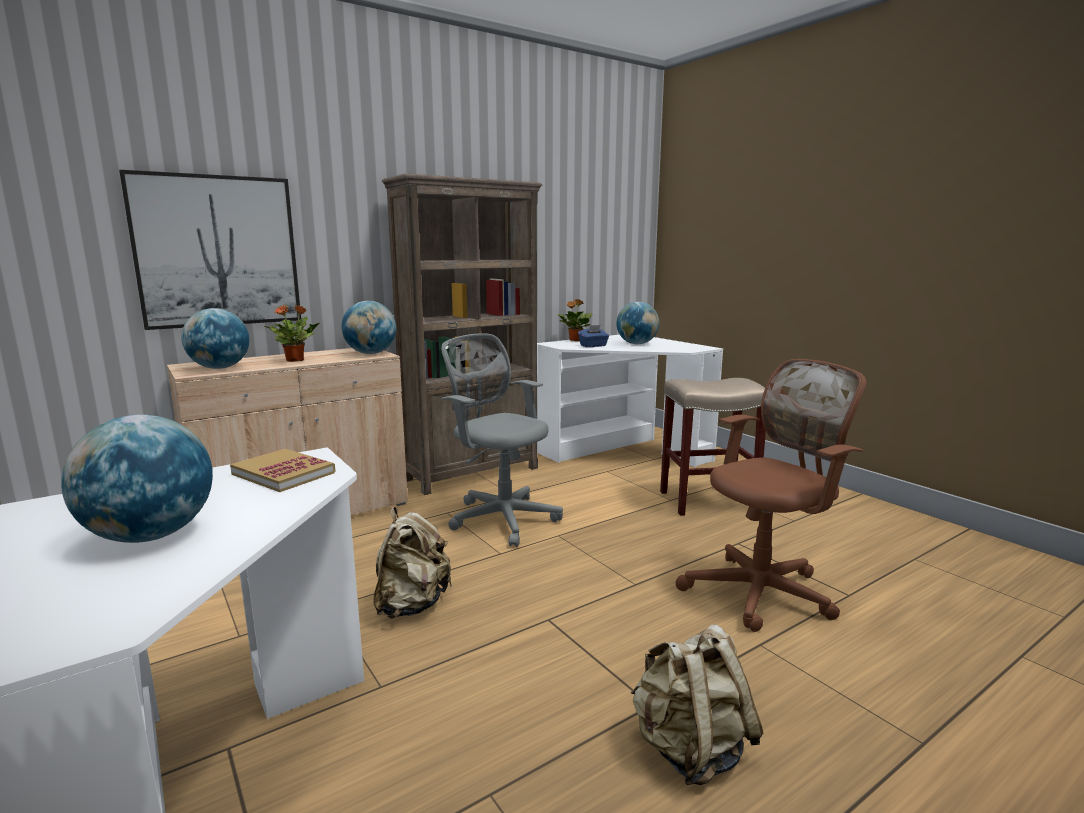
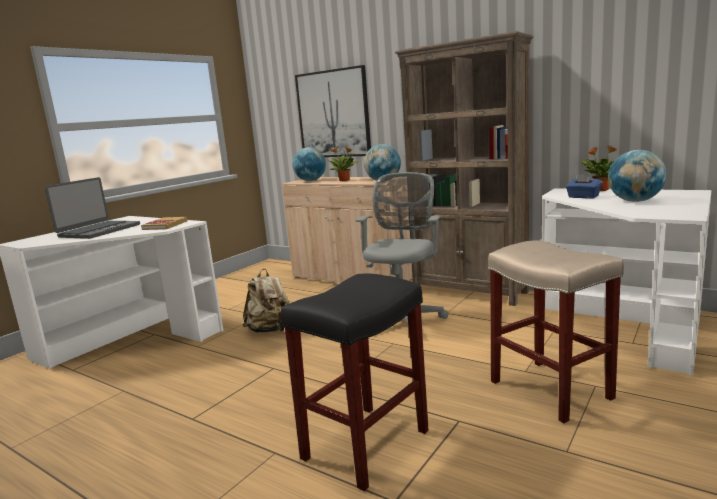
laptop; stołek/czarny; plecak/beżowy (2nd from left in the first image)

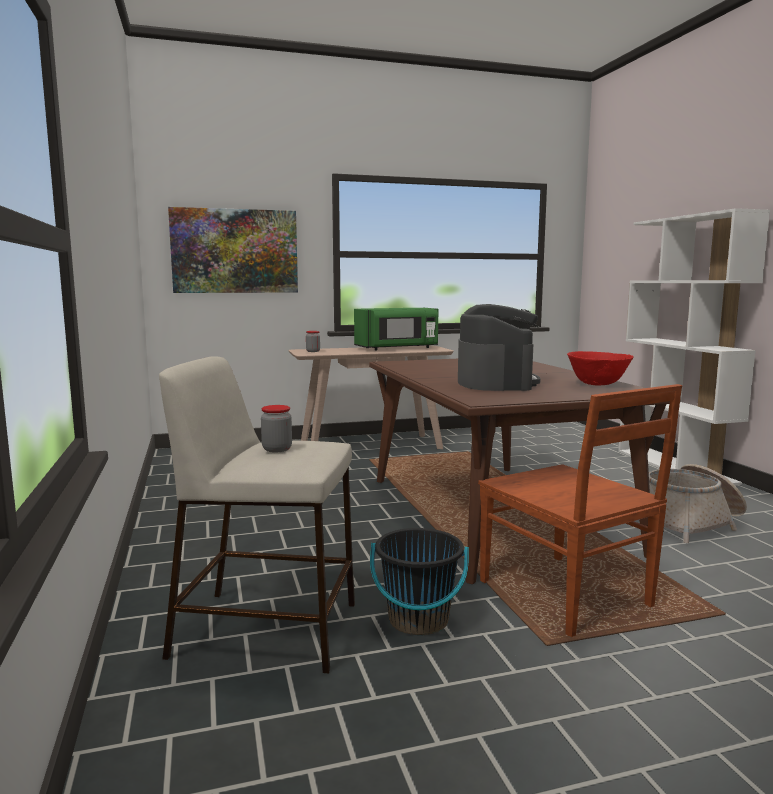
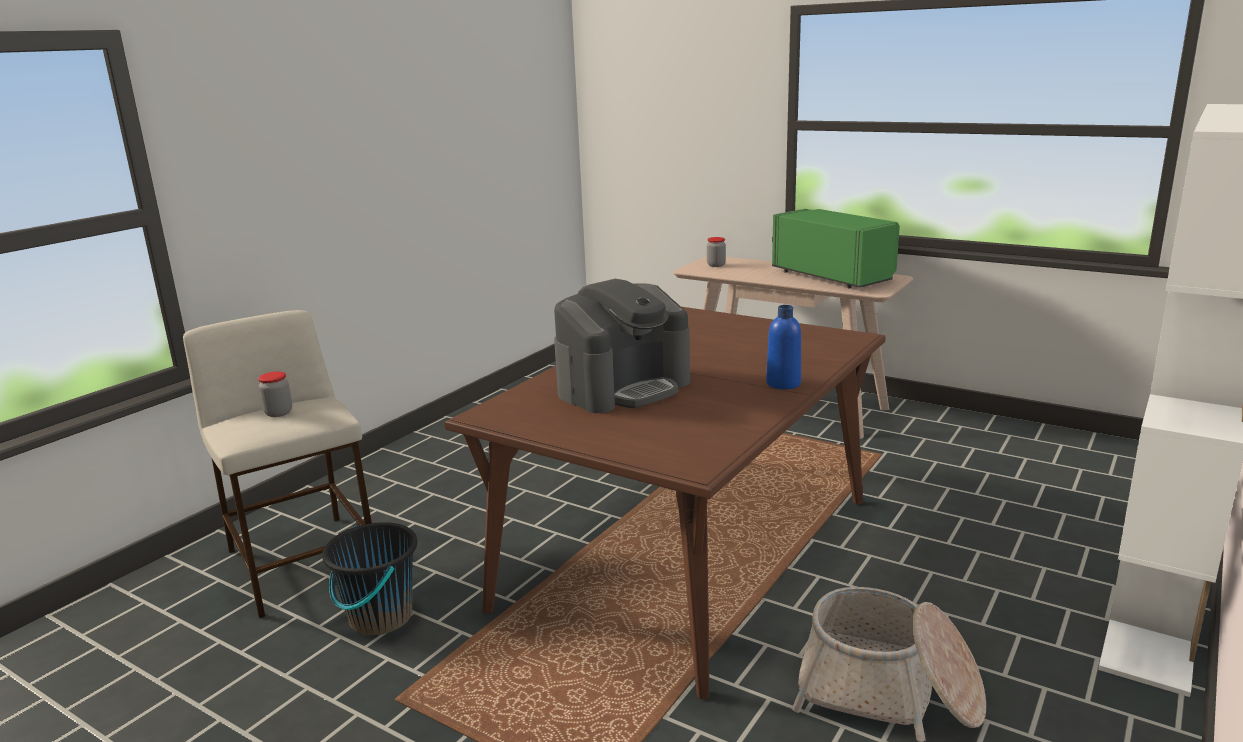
butelka/niebieski; mikrofalówka/zielony; obraz; krzesło/brązowy; miska/czerwony

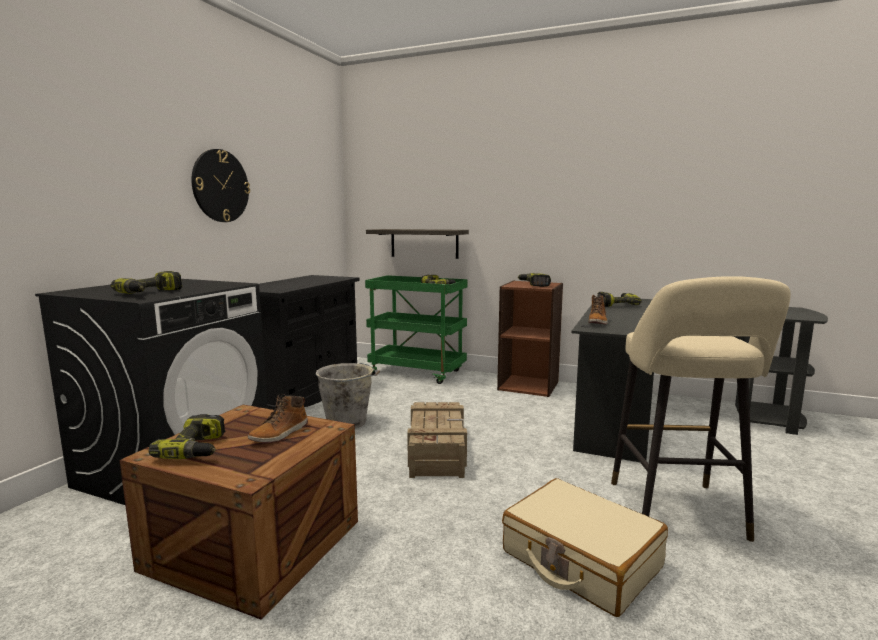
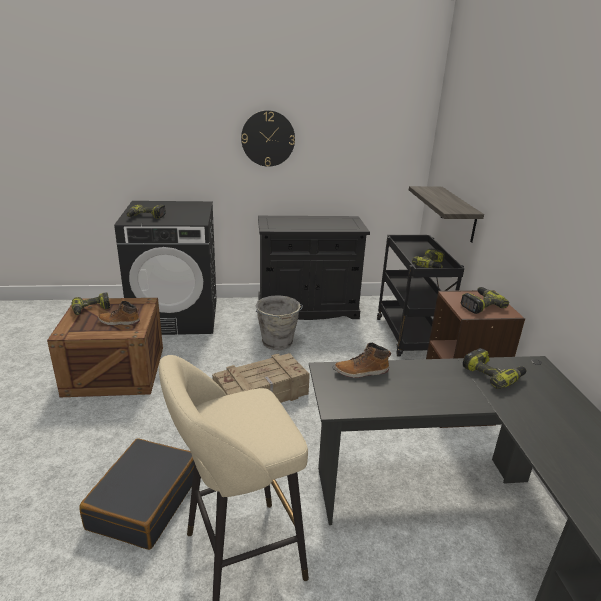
walizka/czarny; wózek/czarny

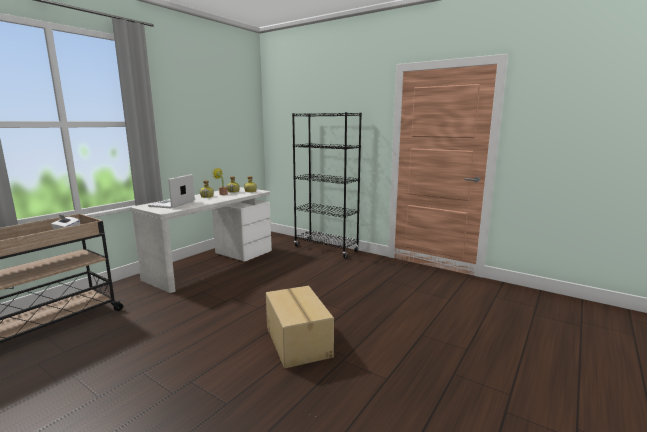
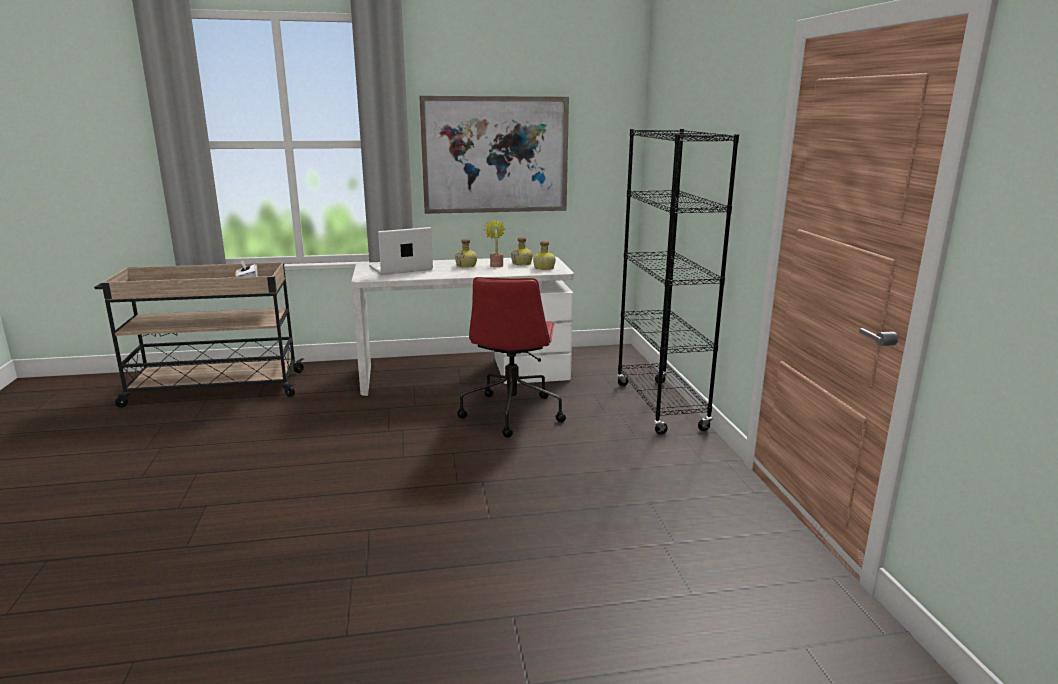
obraz; krzesło biurowe/czerwony; karton

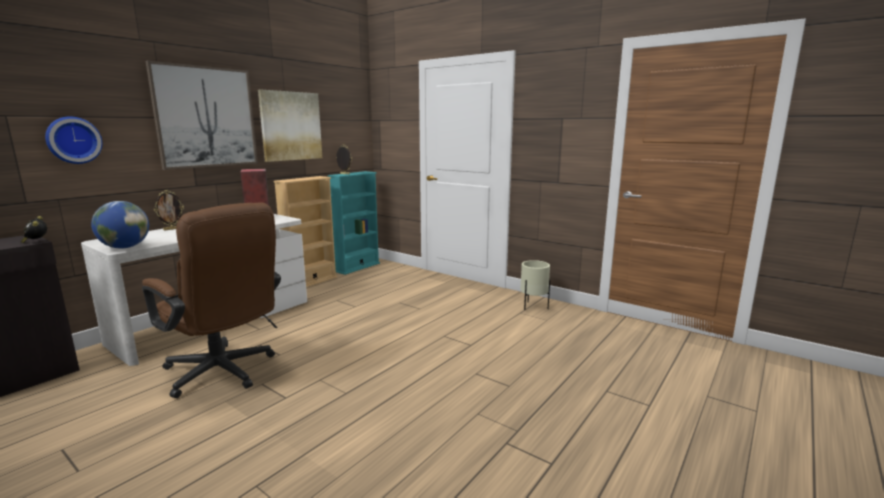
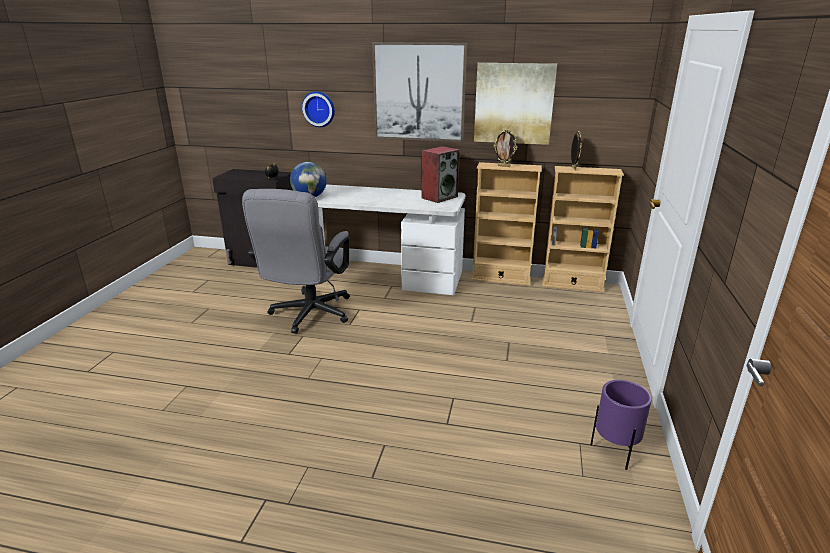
krzesło biurowe/szary; ramka na zdjęcie (1st from left); regał/beżowy (2nd from left); donica/fioletowy

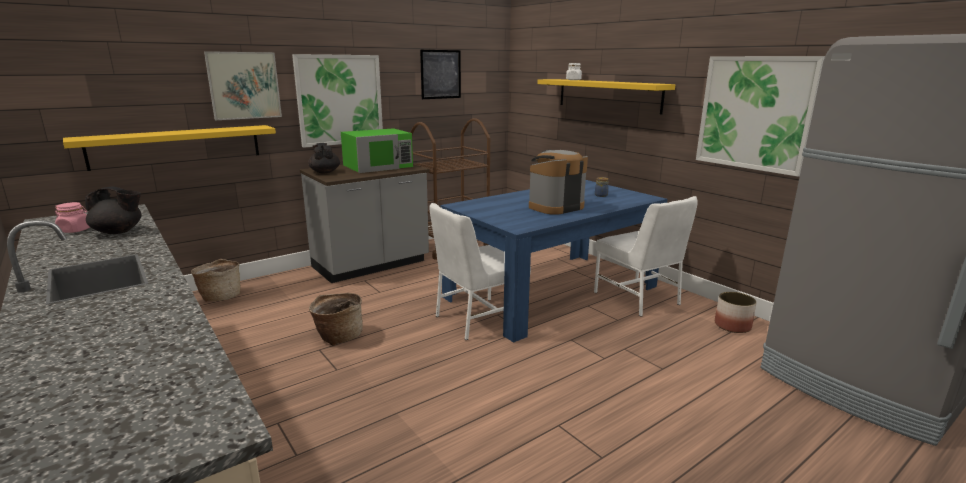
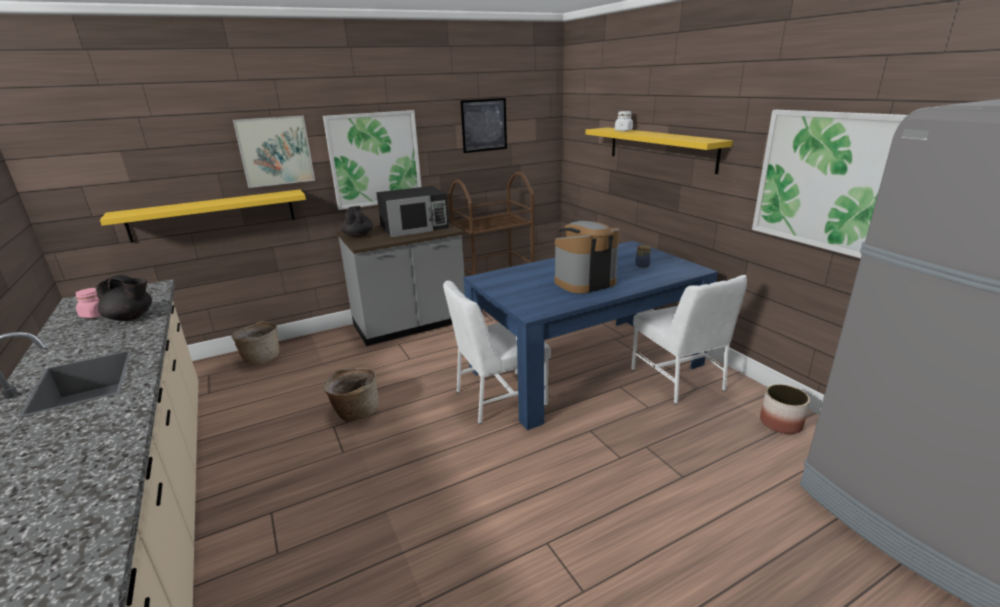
mikrofalówka/czarny

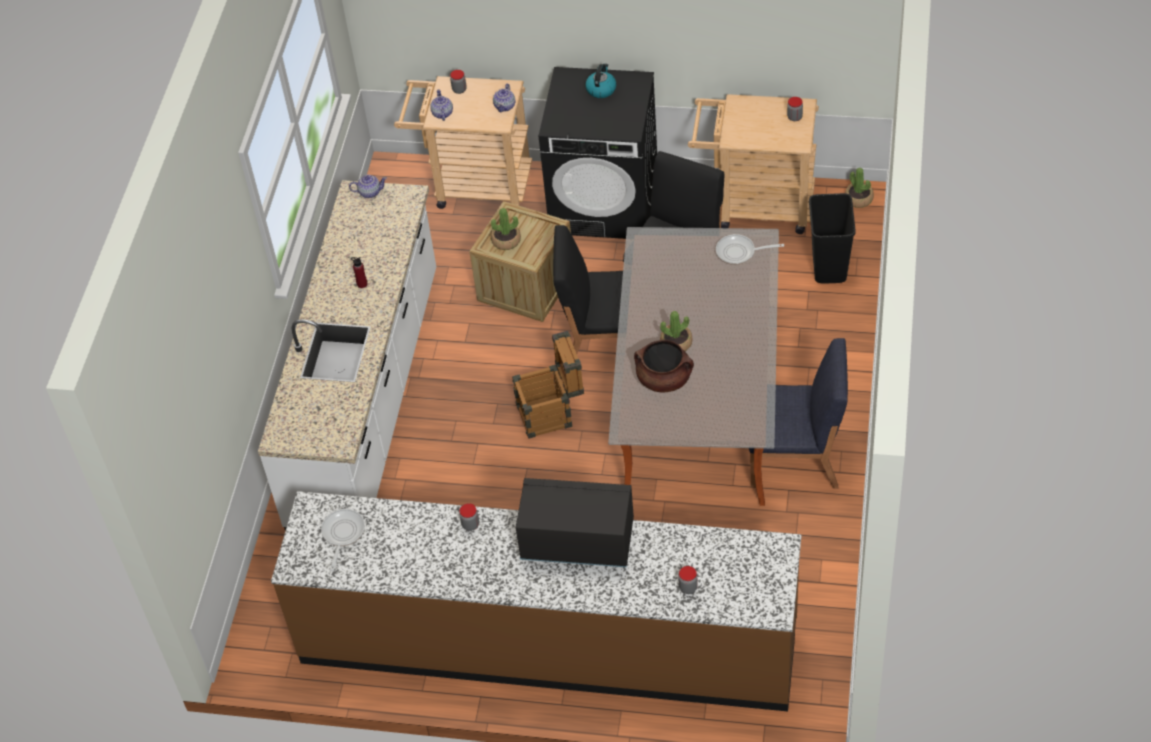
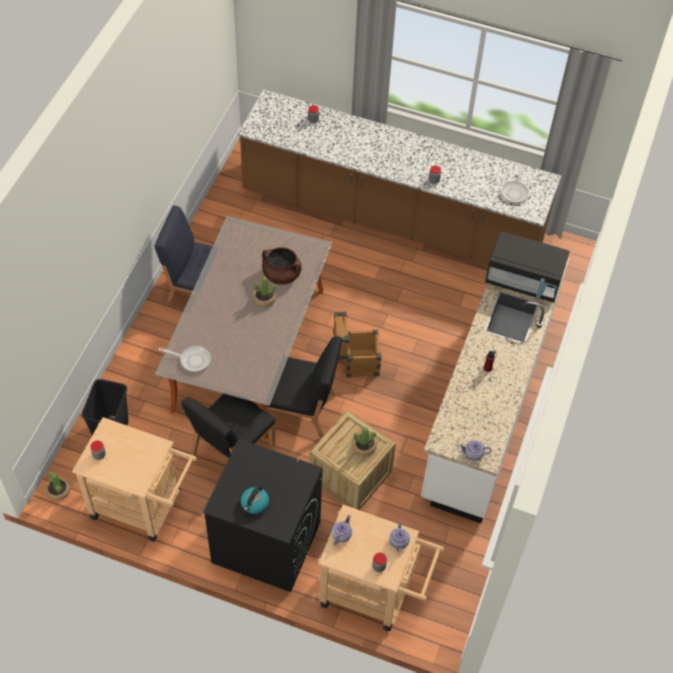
mikrofalówka/czarny

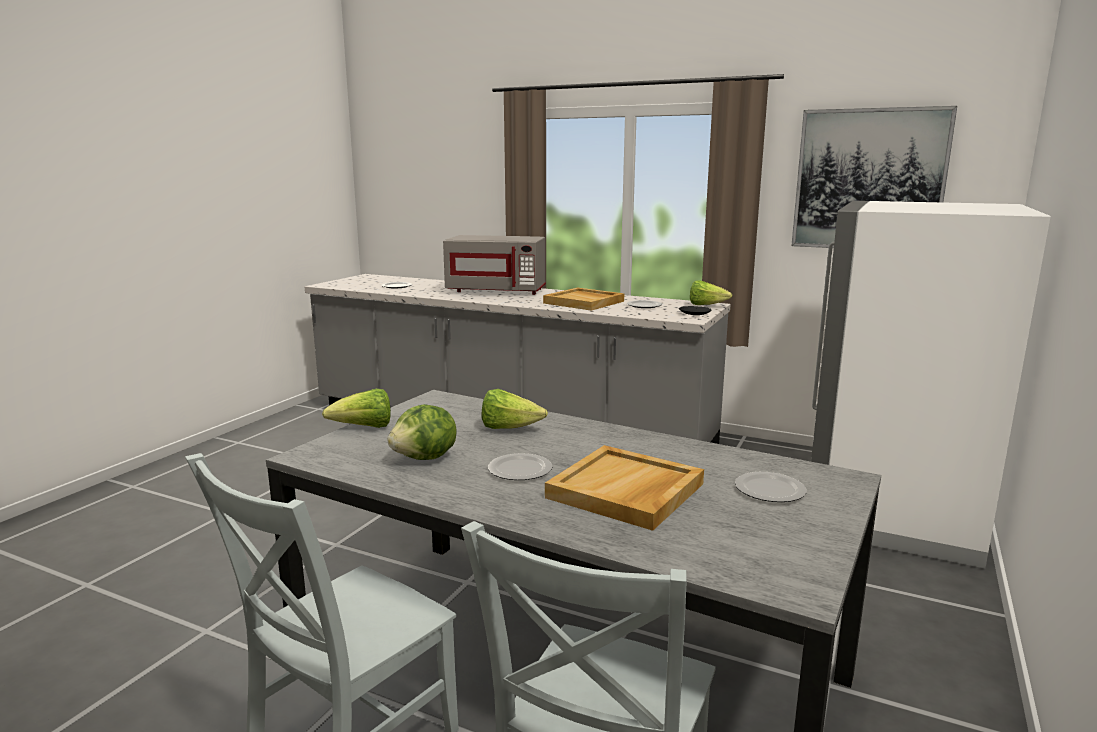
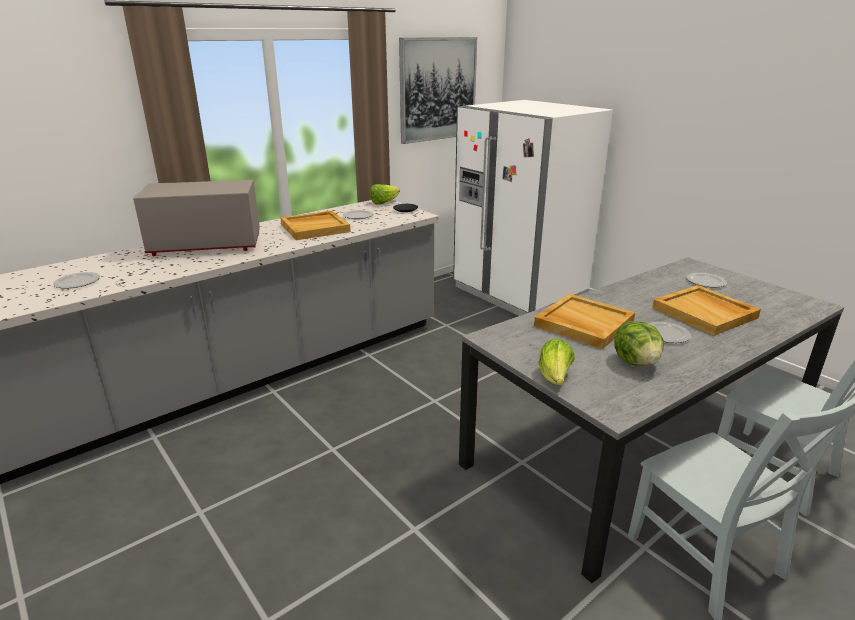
mikrofalówka/szary; taca/beżowy (2nd from left)

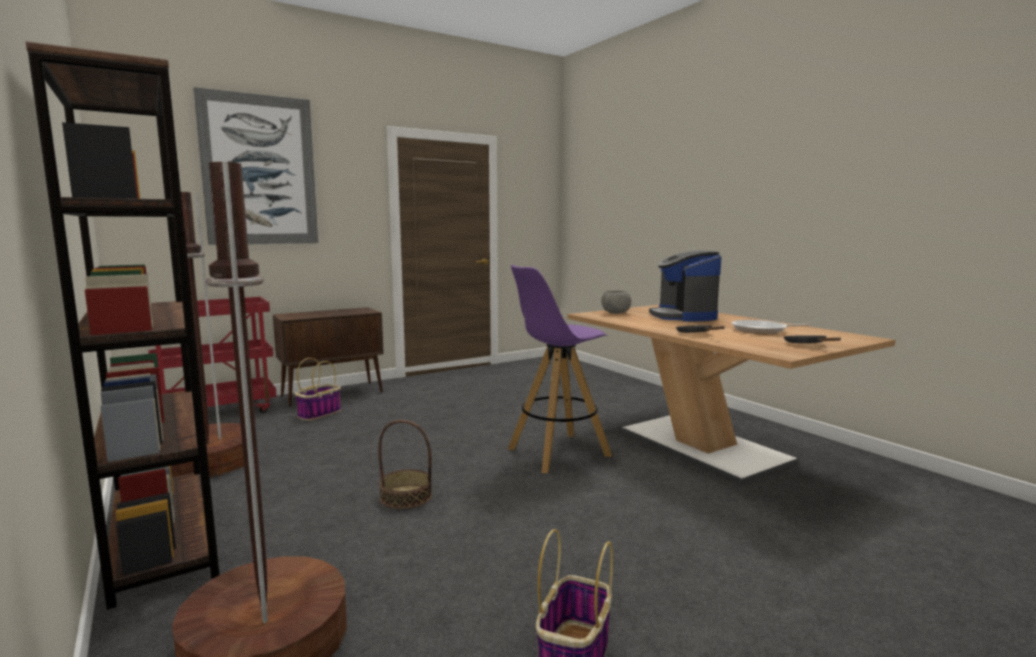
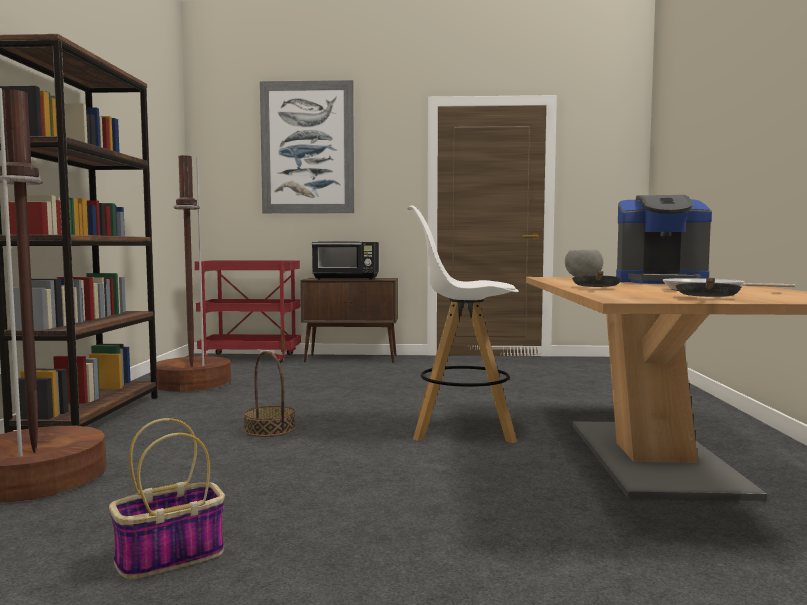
mikrofalówka/czarny; stołek/biały; ekspres do kawy; koszyk (1st from left in the first image)

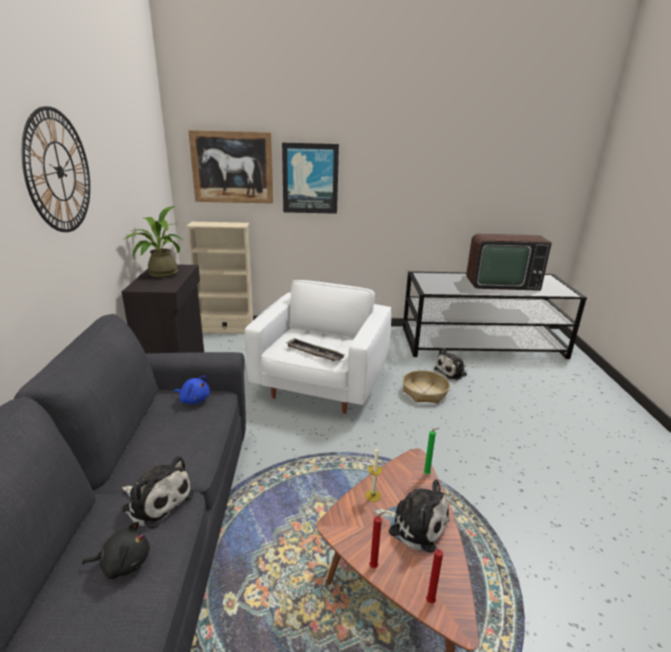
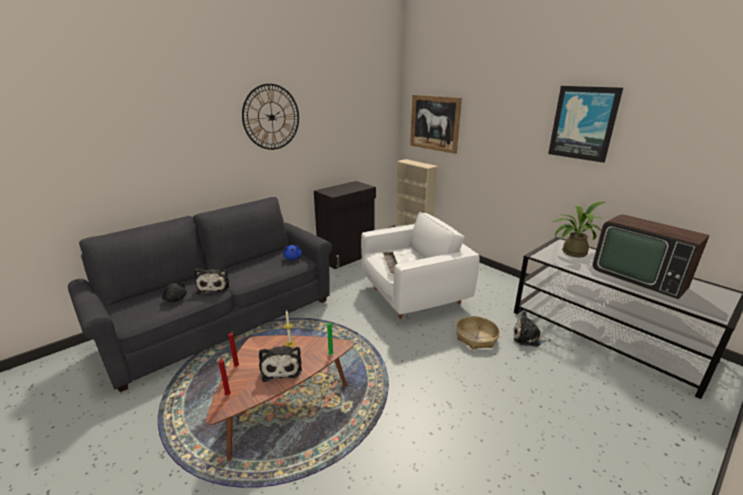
obraz (2nd from left); roślina doniczkowa

